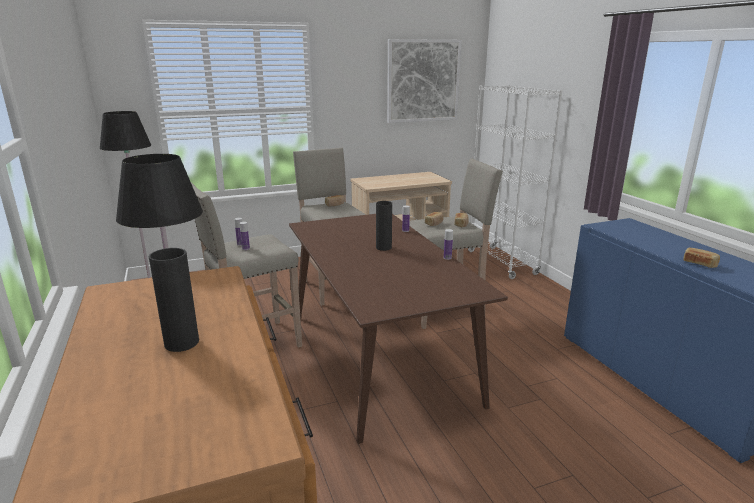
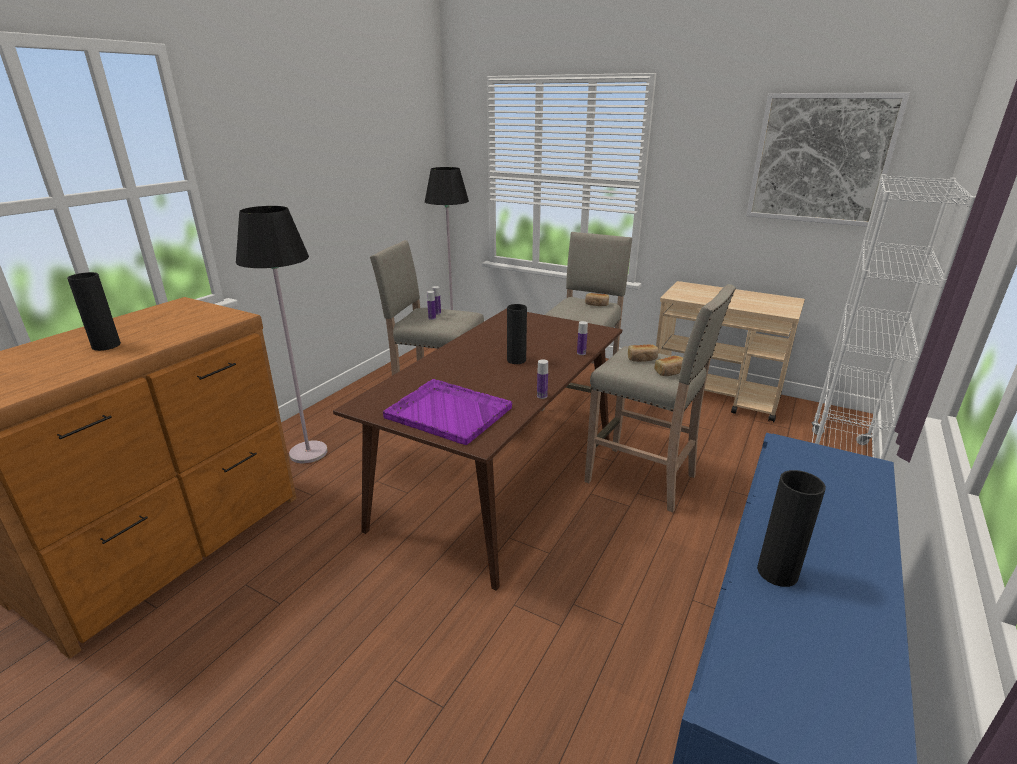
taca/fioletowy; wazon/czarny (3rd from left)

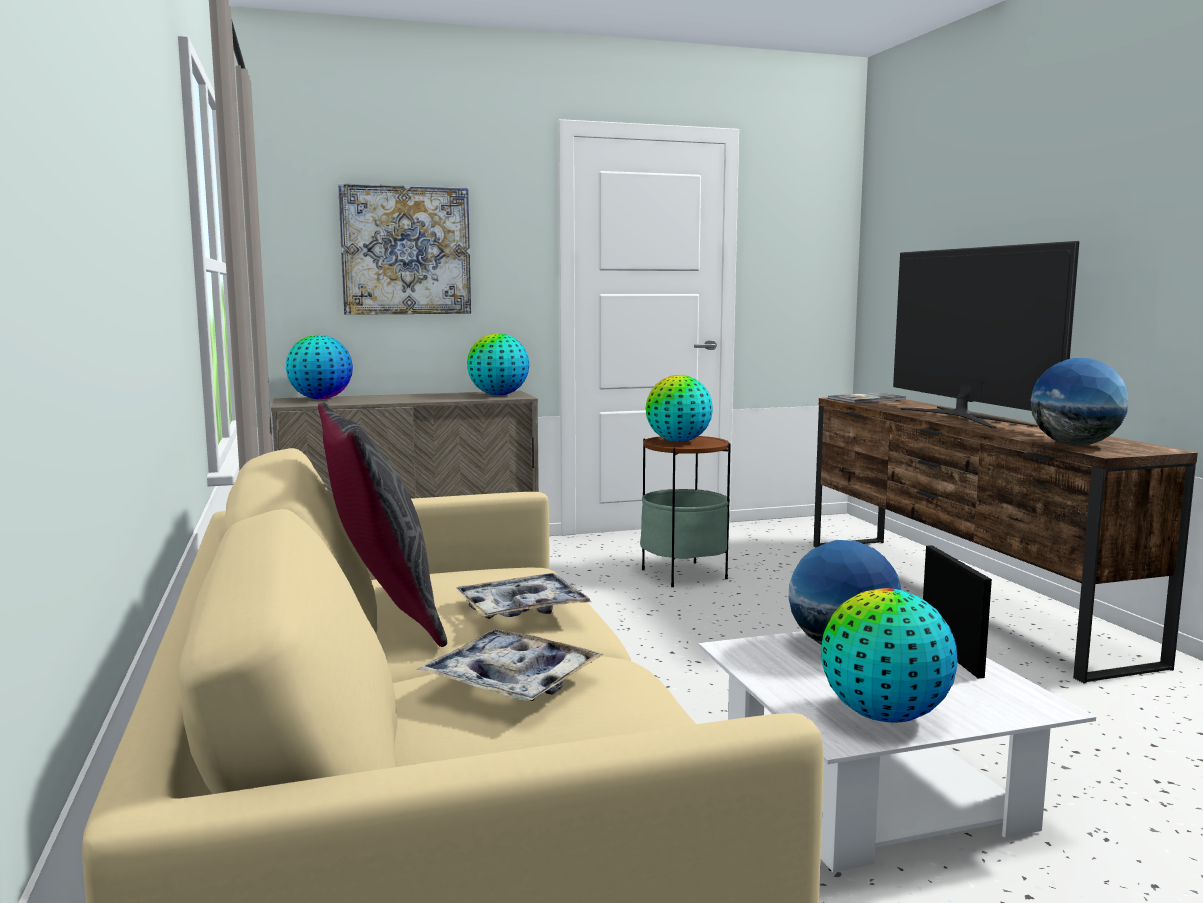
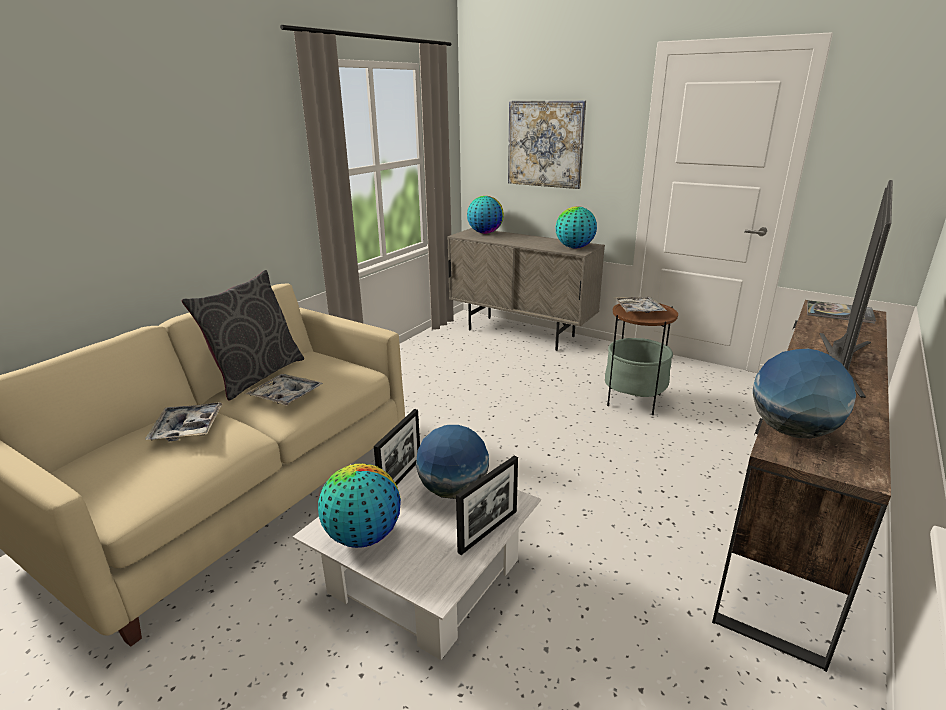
ramka na zdjęcie (1st from left); taca (3rd from left)

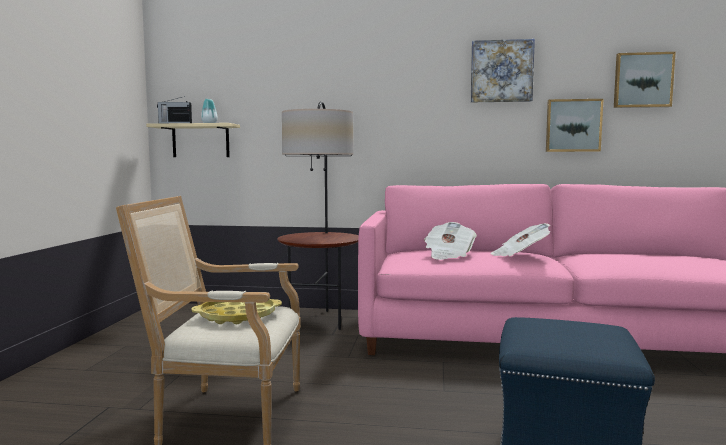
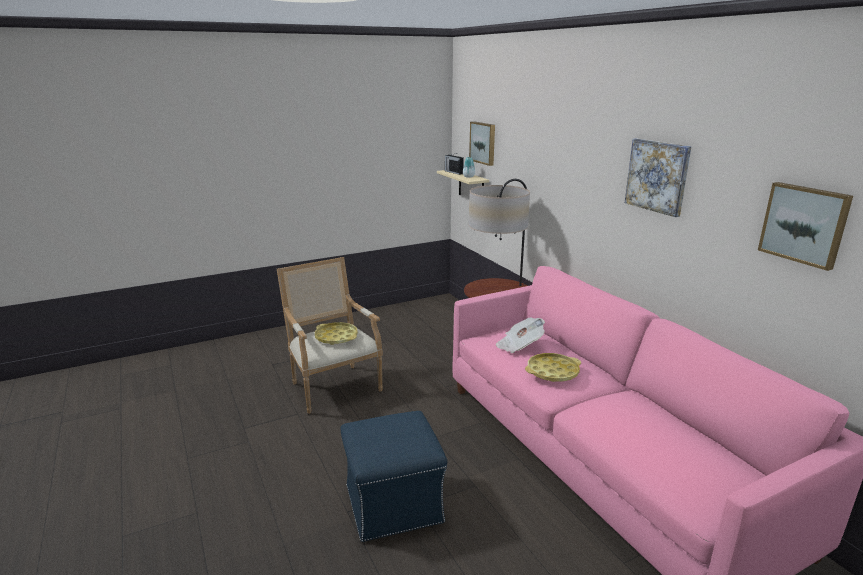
obraz (1st from left); taca/żółty (2nd from left)

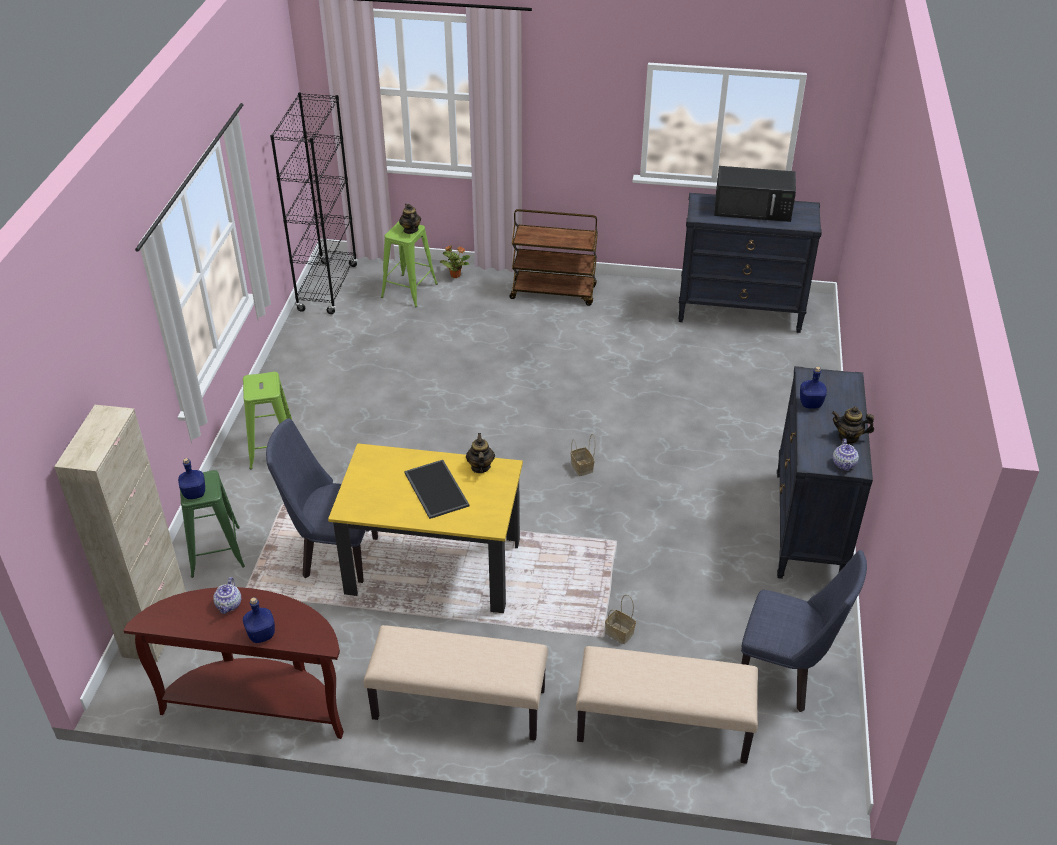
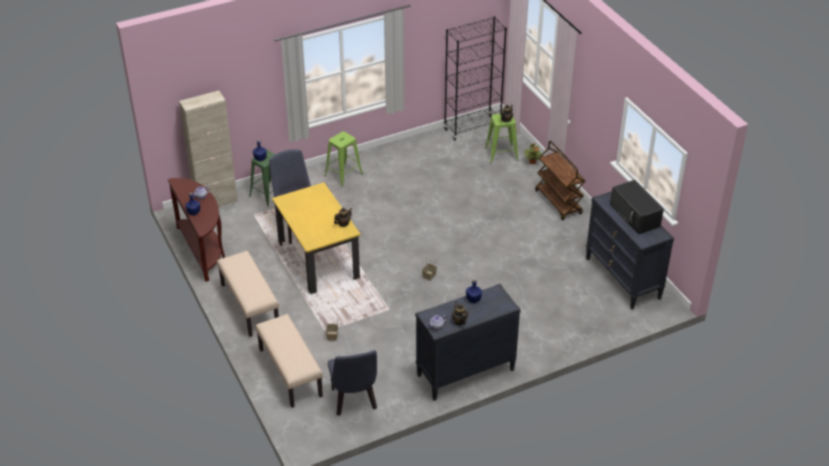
taca

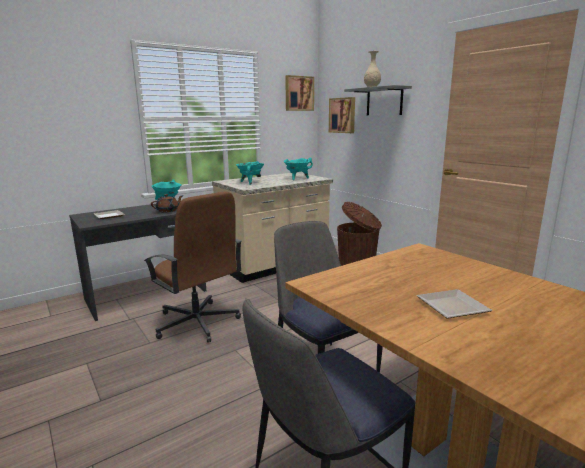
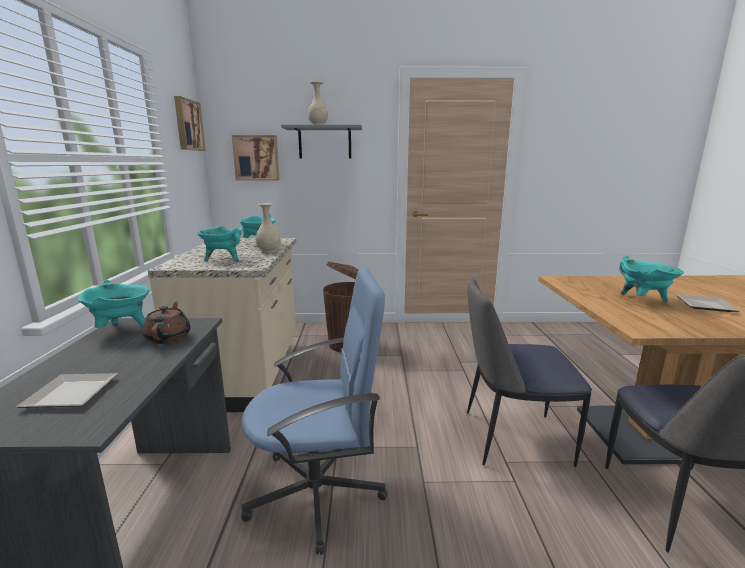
krzesło biurowe/niebieski; wazon/beżowy (1st from left); garnek/turkusowy (4th from left)

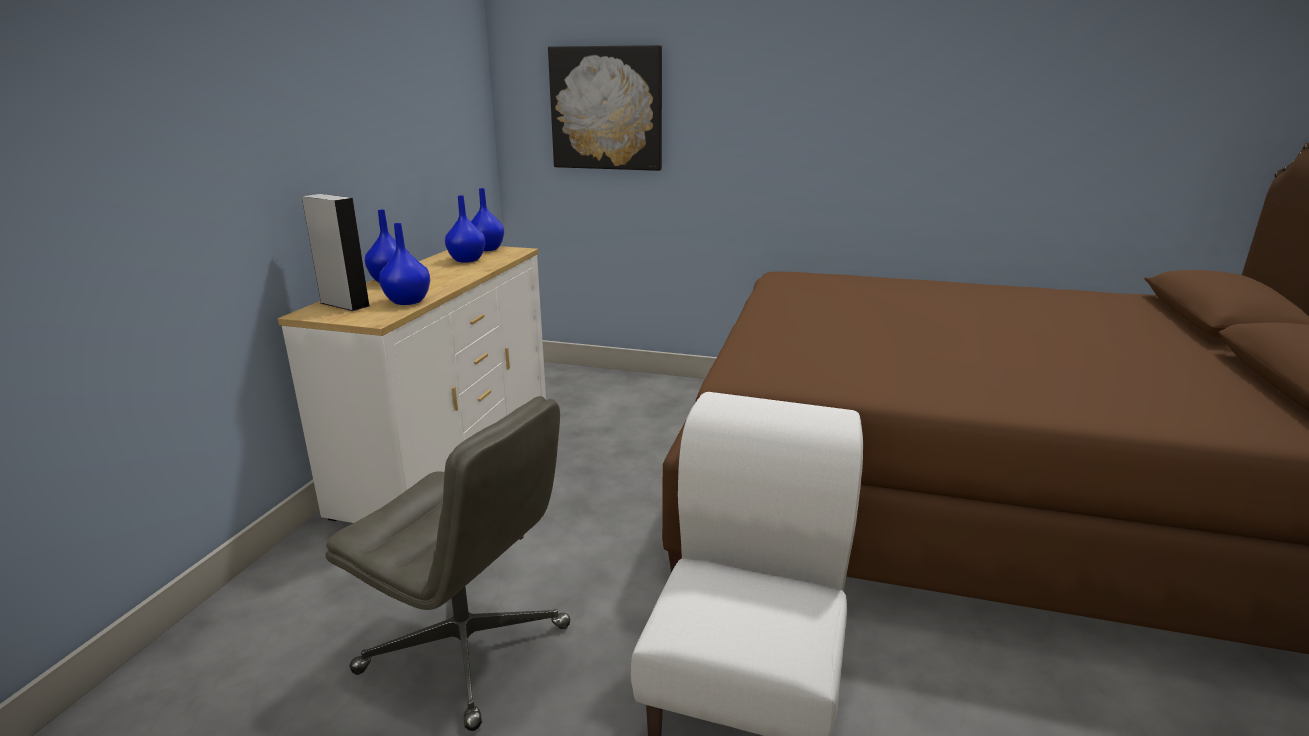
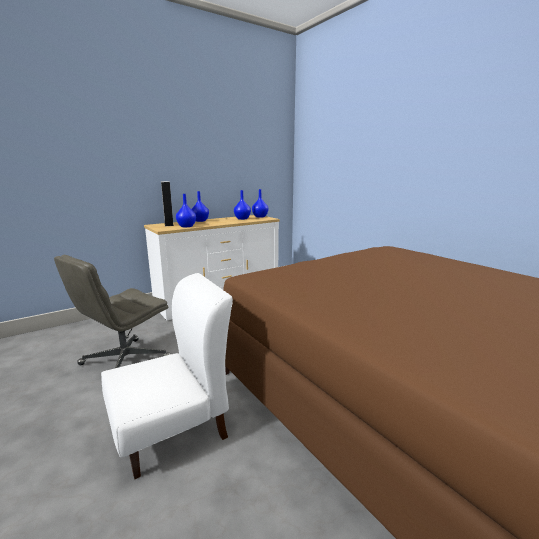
krzesło biurowe/szary; obraz

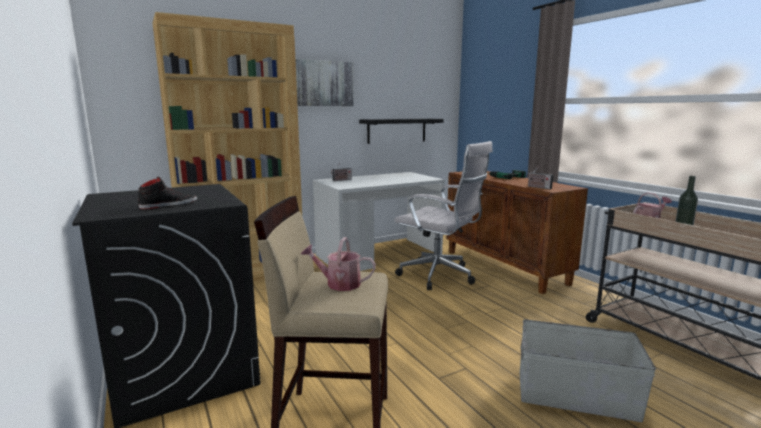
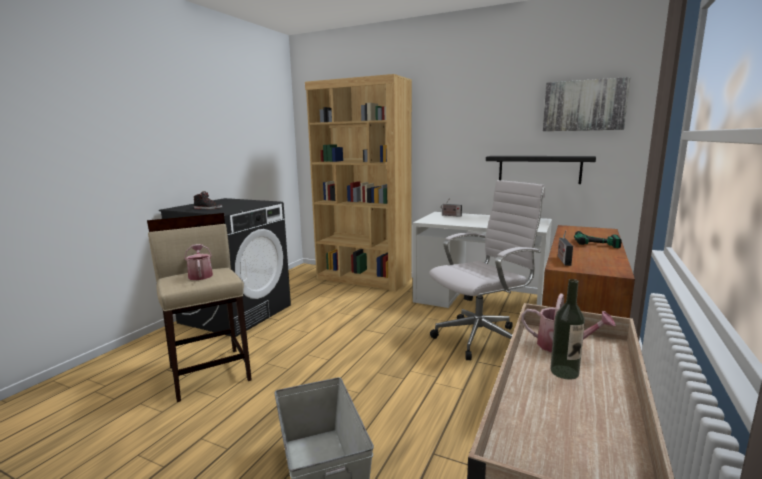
krzesło biurowe/biały; obraz

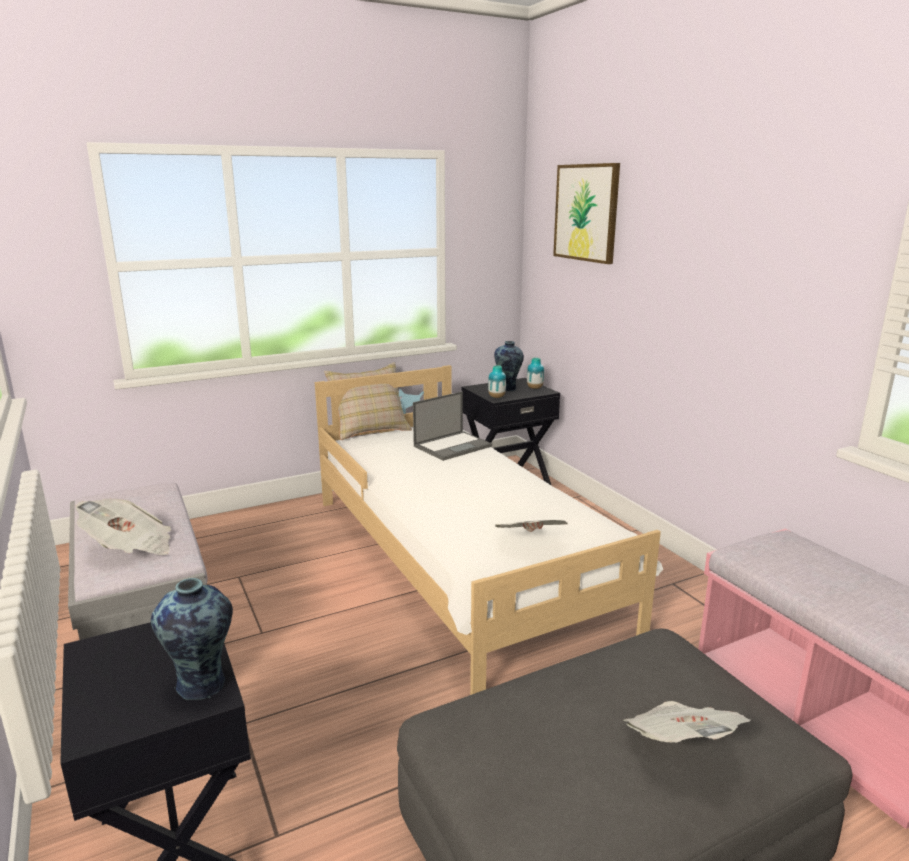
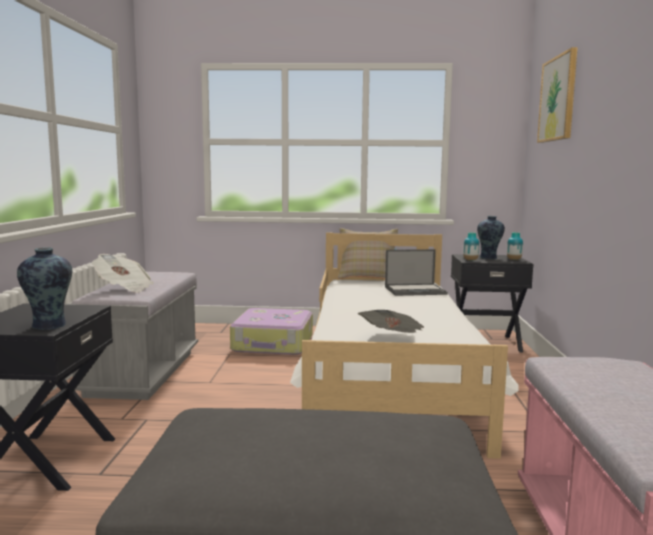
walizka; gazeta (3rd from left in the first image)

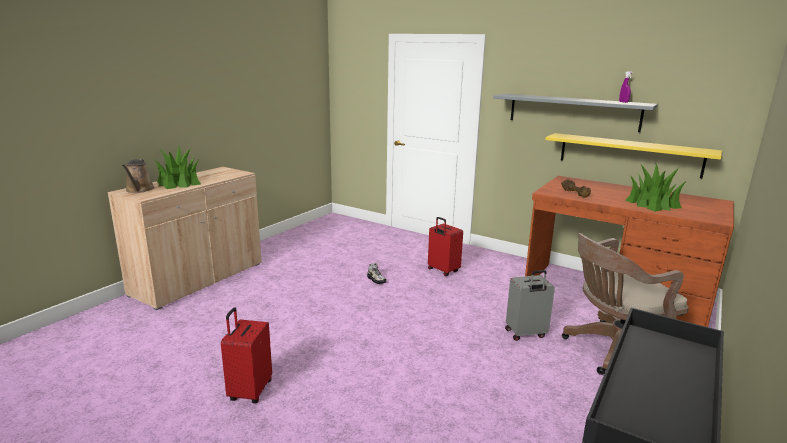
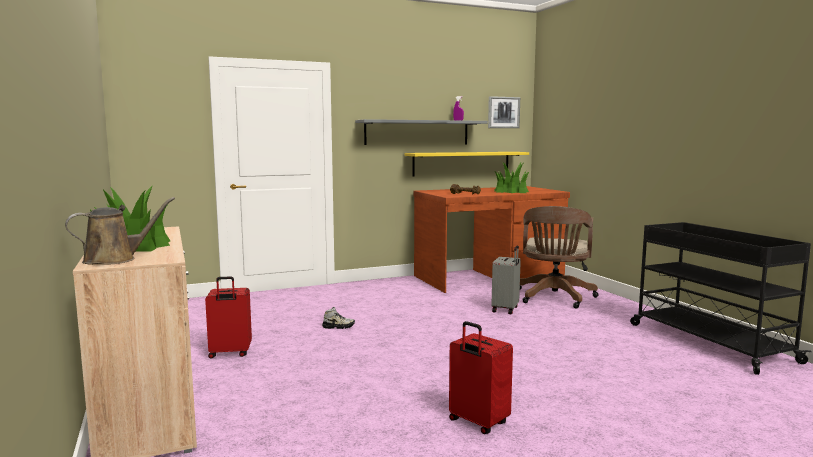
konewka/brązowy; walizka/czerwony (1st from left); obraz

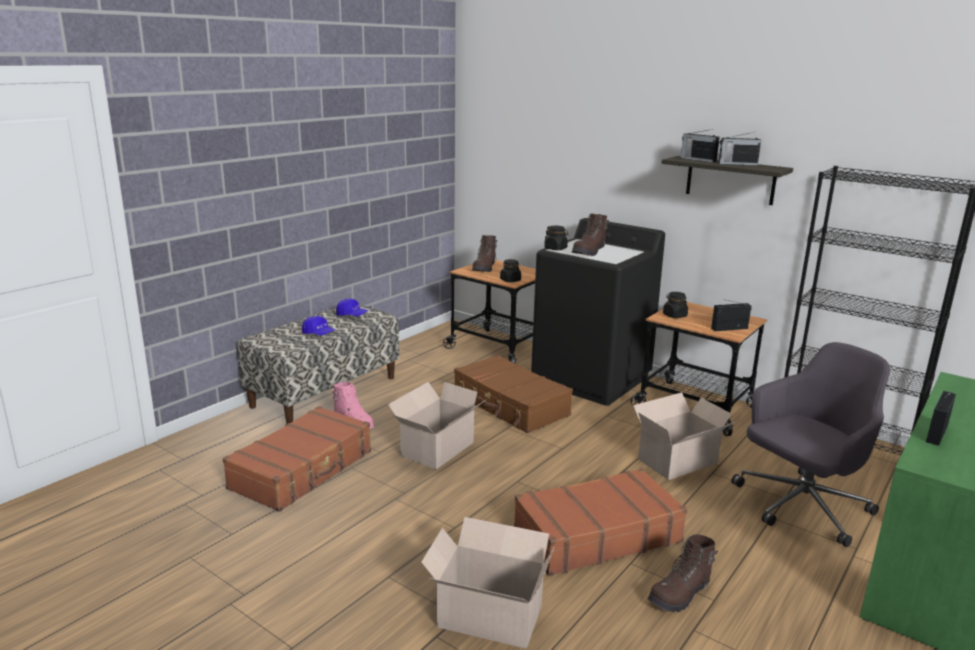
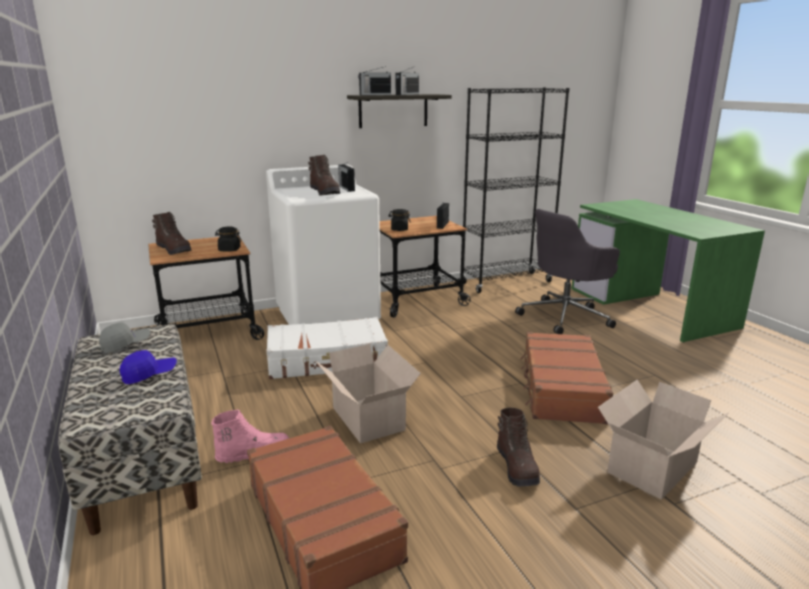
czapka z daszkiem/szary; pralka/biały; walizka/biały; radio (1st from left); but z cholewką/brązowy (3rd from left); krzesło biurowe/szary; słoik/czarny (2nd from left in the first image); karton (3rd from left in the first image)

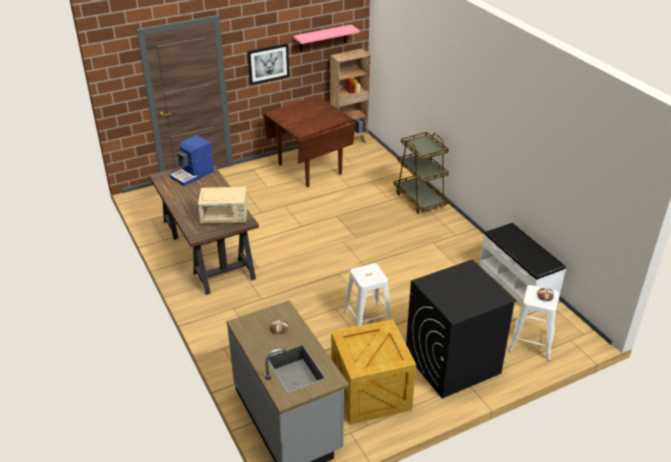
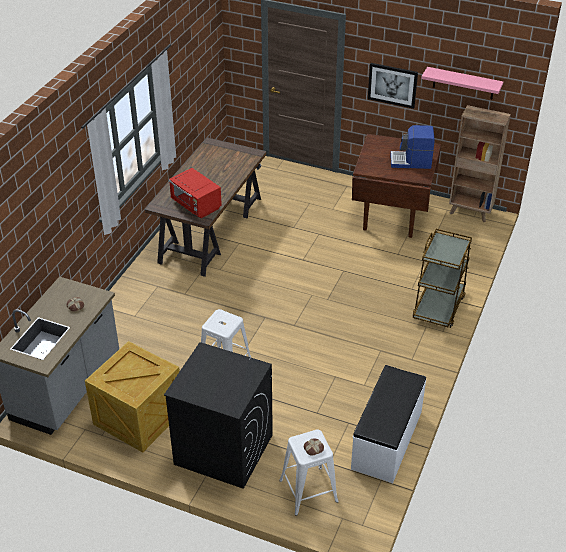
mikrofalówka/czerwony; ekspres do kawy

